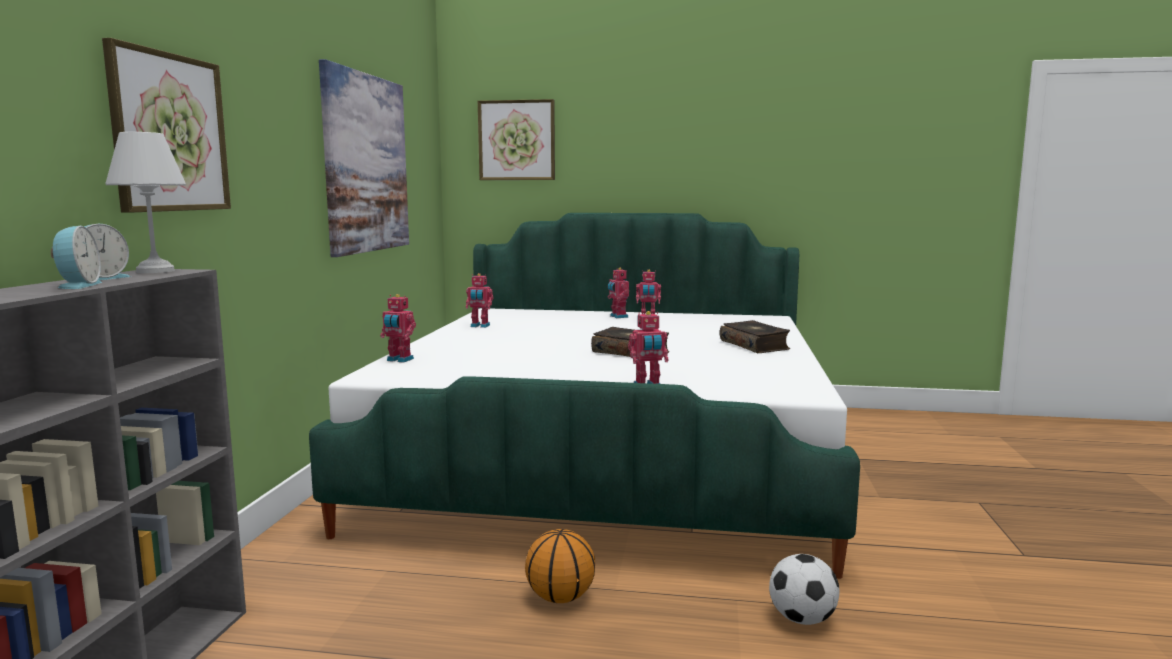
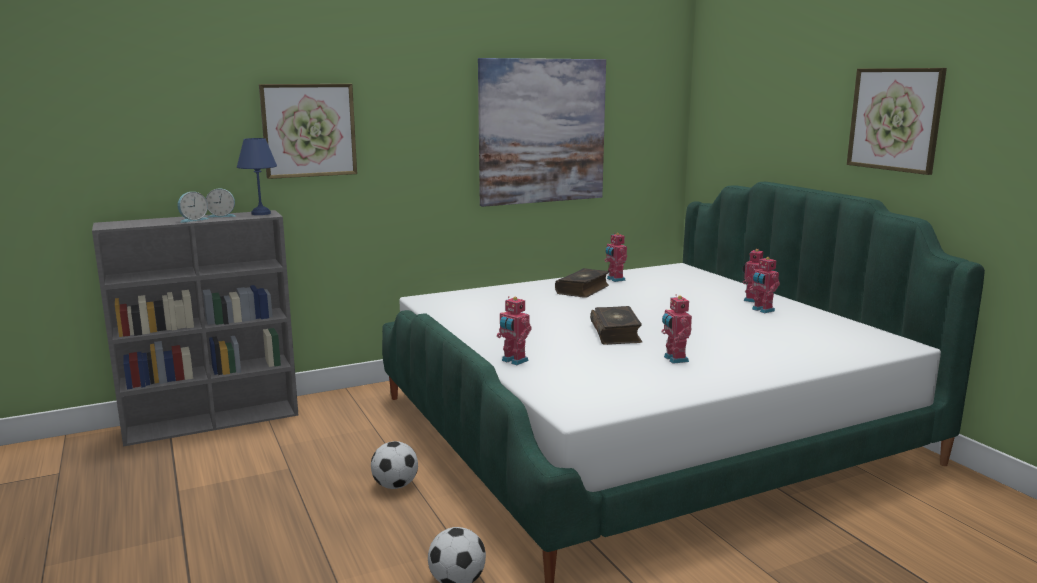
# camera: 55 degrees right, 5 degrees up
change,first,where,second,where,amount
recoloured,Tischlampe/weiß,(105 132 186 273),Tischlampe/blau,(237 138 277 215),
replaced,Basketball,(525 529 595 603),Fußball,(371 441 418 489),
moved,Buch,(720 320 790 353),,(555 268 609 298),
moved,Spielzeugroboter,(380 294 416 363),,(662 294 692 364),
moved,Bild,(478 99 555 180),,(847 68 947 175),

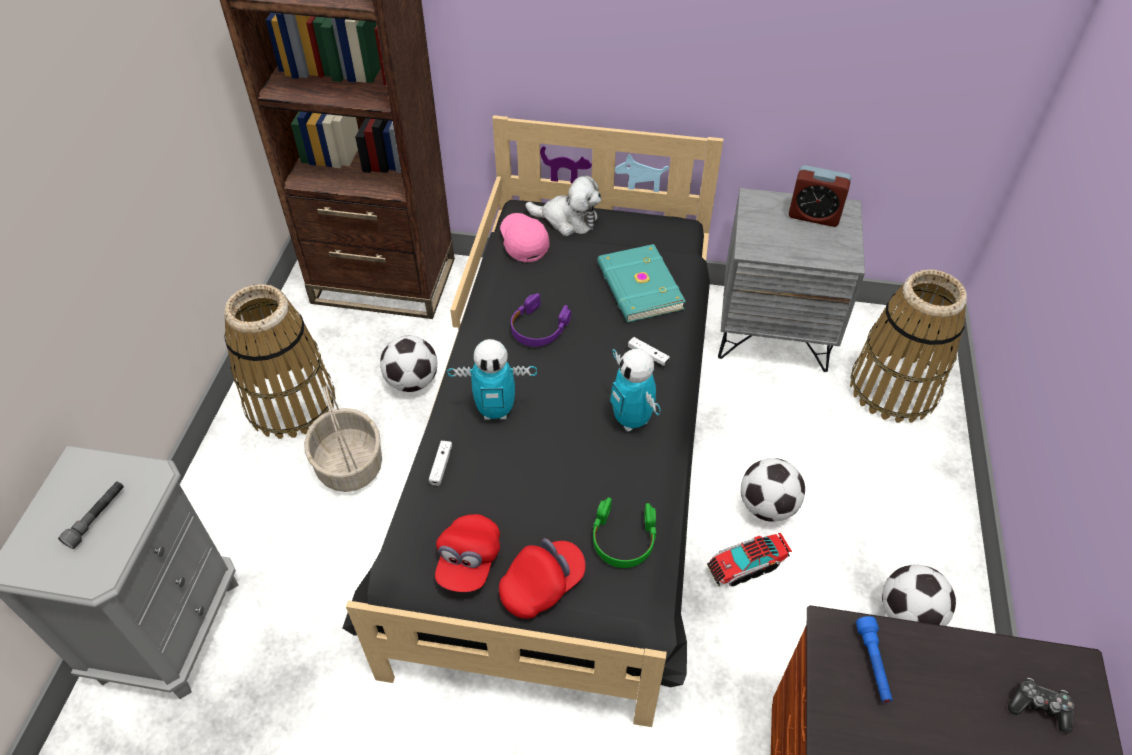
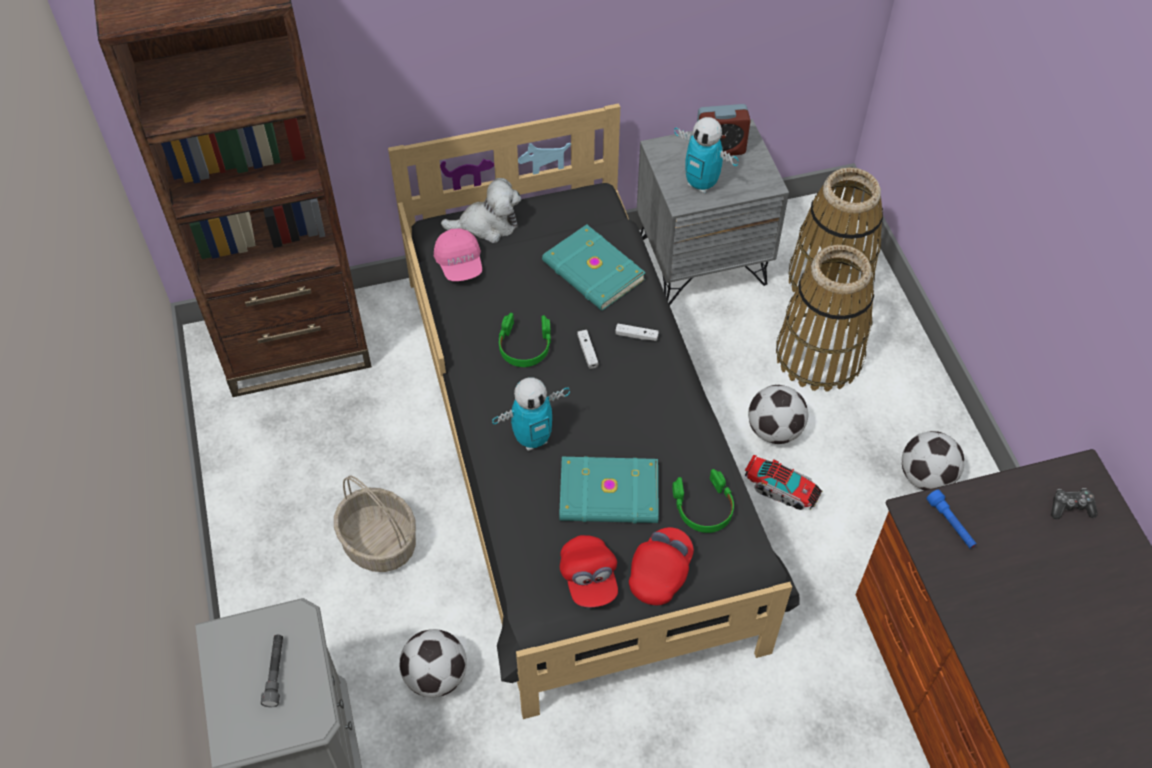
# camera: 25 degrees left, 5 degrees up
change,first,where,second,where,amount
moved,Fußball,(380 335 437 392),,(400 629 467 698),
turned,Kappe/rosa,(500 213 550 263),,(434 229 482 281),150 degrees counterclockwise
recoloured,Kopfhörer/lila,(511 293 571 347),Kopfhörer/grün,(498 313 551 367),
added,,,Buch/türkis,(559 457 659 523),
moved,Gamepad/weiß,(429 441 452 486),,(577 330 598 369),
moved,Spielzeugroboter,(610 349 660 432),,(674 117 739 194),
turned,Spielzeuglaster,(707 533 792 587),,(745 455 823 510),105 degrees counterclockwise
moved,Korb,(224 284 336 439),,(776 245 874 392),

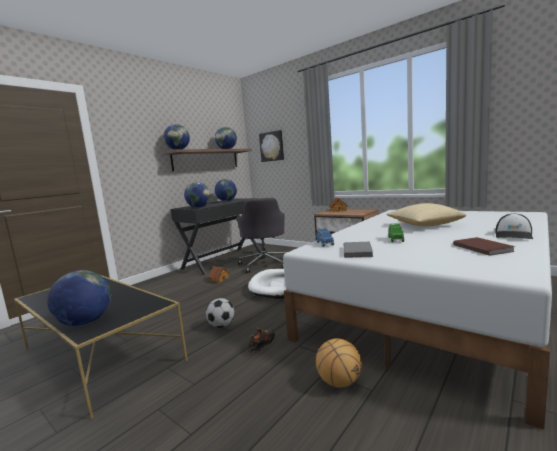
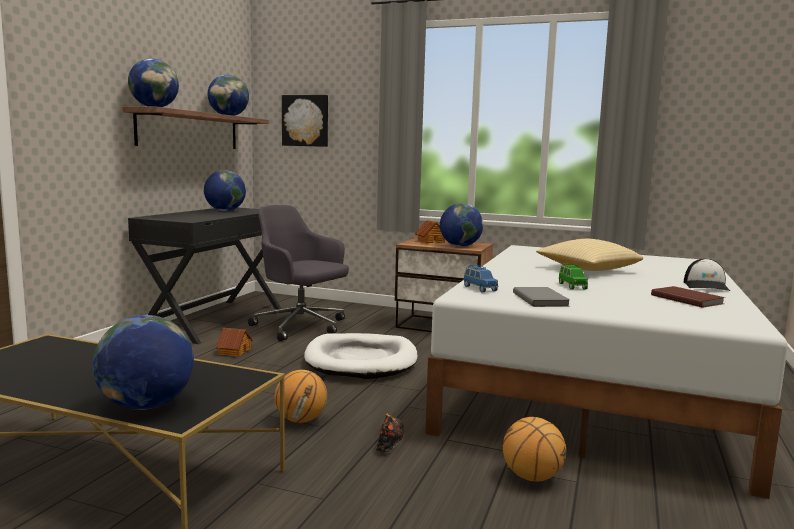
# camera: 20 degrees left, 0 degrees up
change,first,where,second,where,amount
turned,Bürostuhl/grau,(237 198 287 273),,(248 205 349 341),150 degrees clockwise
replaced,Fußball,(206 298 234 328),Basketball,(274 370 327 423),
moved,Globus,(184 182 210 208),,(440 203 483 247),

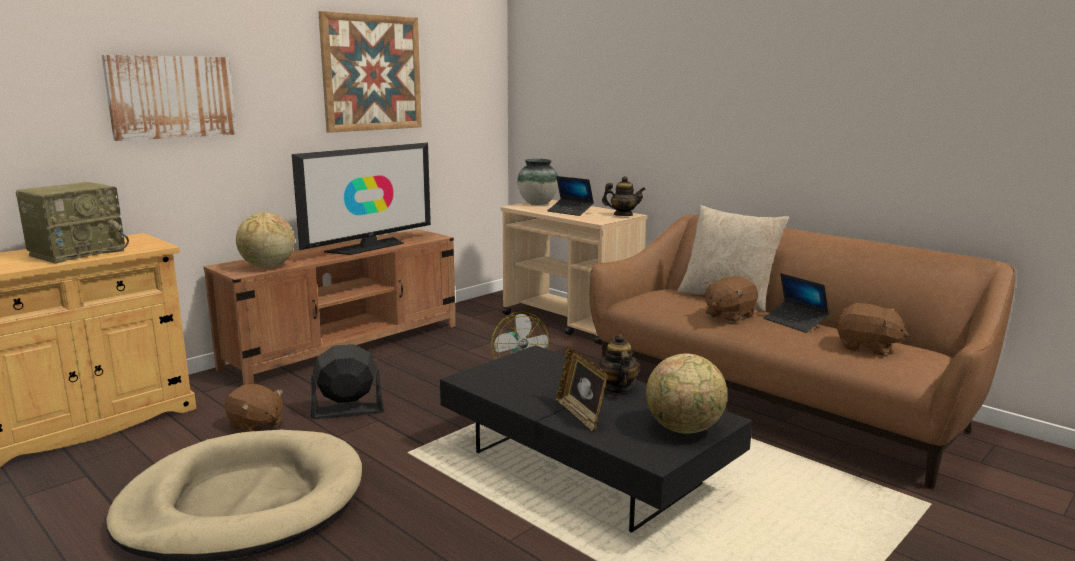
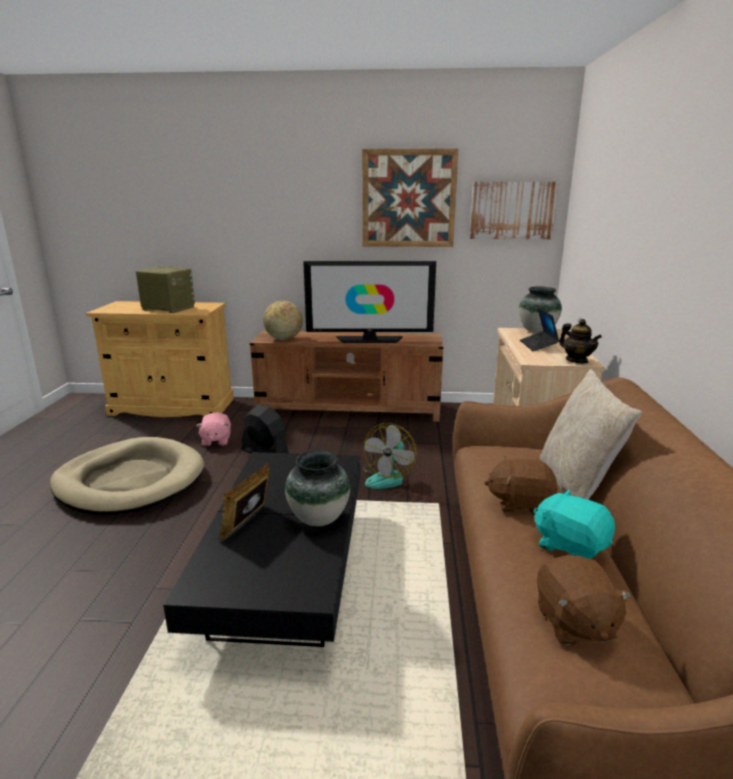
# camera: 50 degrees right, 5 degrees up
change,first,where,second,where,amount
turned,Radio,(16 182 129 264),,(136 266 195 313),150 degrees counterclockwise
recoloured,Plüschtier/braun,(224 384 283 432),Plüschtier/rosa,(196 412 231 446),
replaced,Teekanne,(598 334 640 394),Vase,(285 450 350 526),
moved,Bild,(102 55 237 141),,(470 182 559 239),
replaced,Laptop,(764 273 829 333),Plüschtier/türkis,(534 490 615 559),
removed,Globus,(646 354 727 434),,,

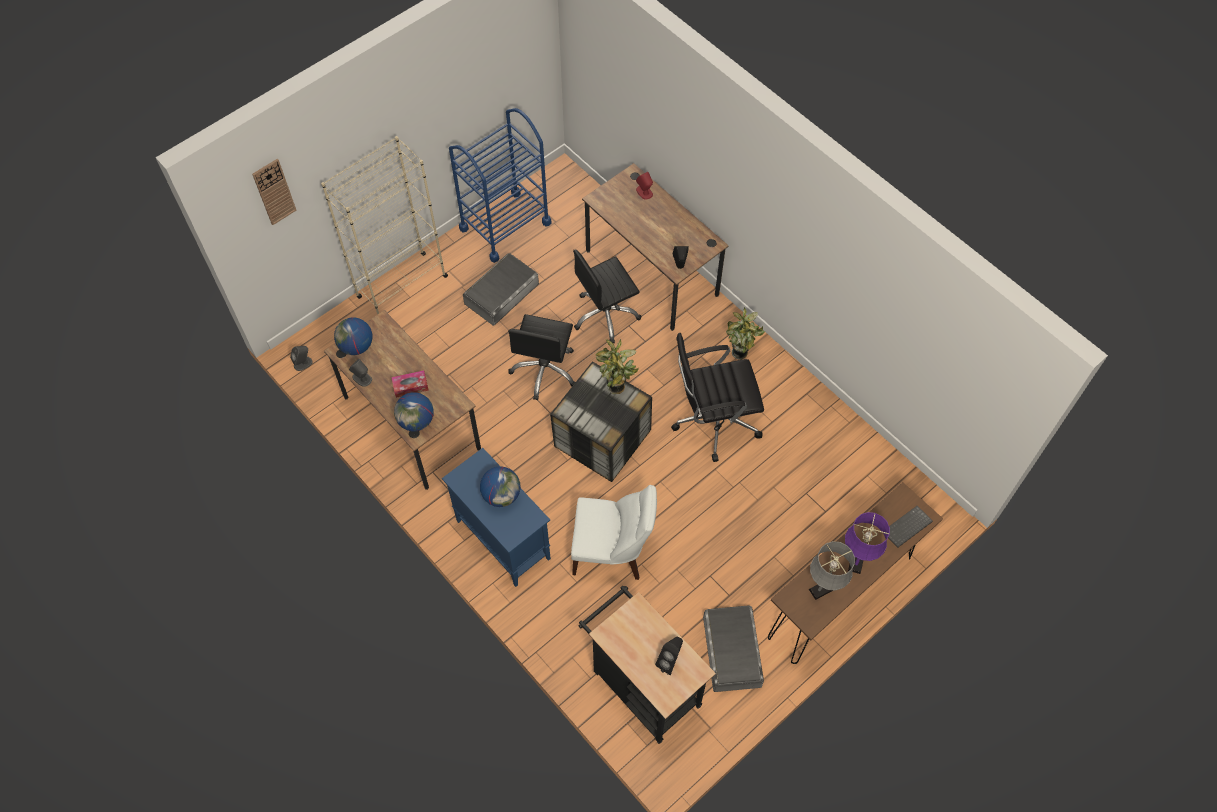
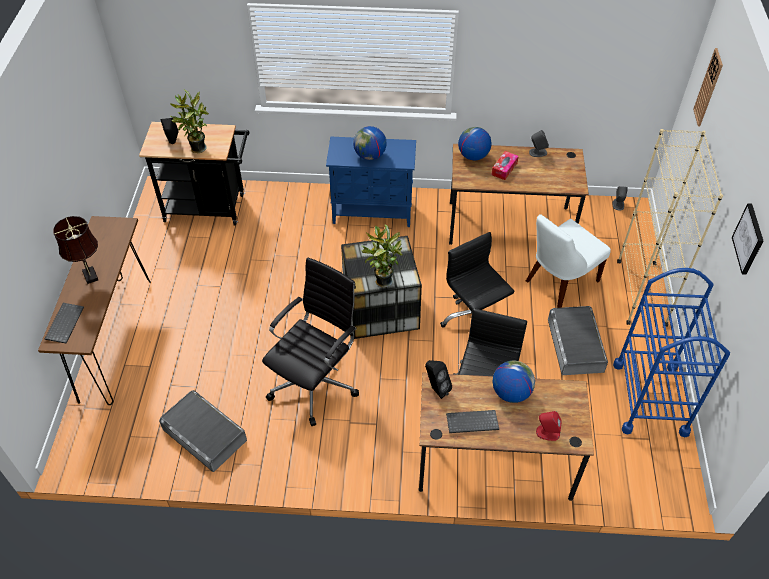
# camera: 135 degrees right, 10 degrees down
change,first,where,second,where,amount
recoloured,Tischlampe/lila,(845 512 890 574),Tischlampe/braun,(53 216 98 284),
moved,Aufbewahrungsbox/grau,(703 605 764 692),,(159 390 247 472),
moved,Topfpflanze,(726 307 765 360),,(169 89 209 153),
added,,,Tastatur,(446 410 499 433),
moved,Globus,(334 317 372 355),,(492 360 535 403),
moved,Stuhl/weiß,(571 485 657 580),,(526 214 611 308),
added,,,Bild,(732 203 763 275),
removed,Tischlampe/grau,(809 541 855 600),,,

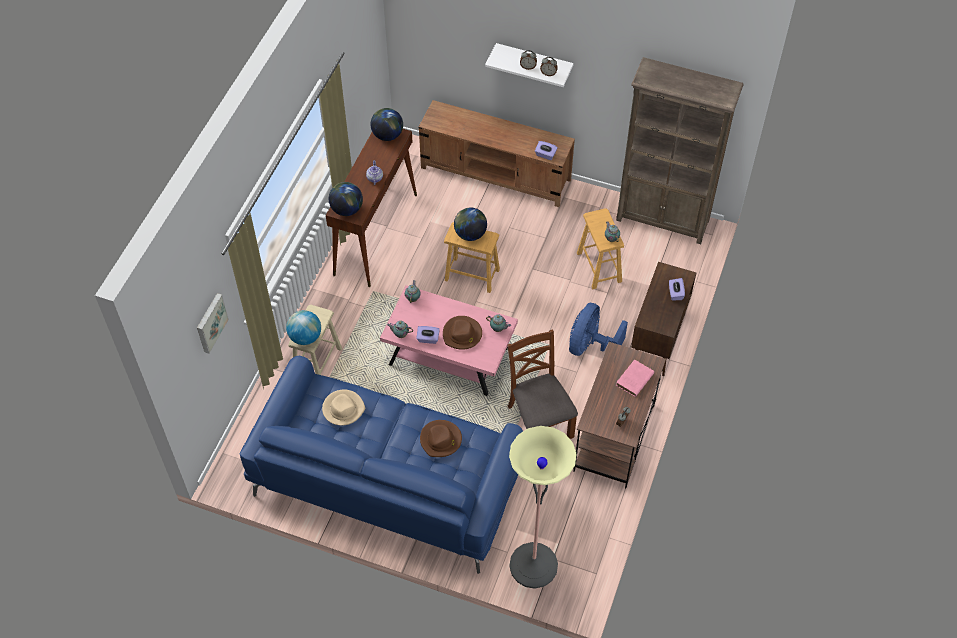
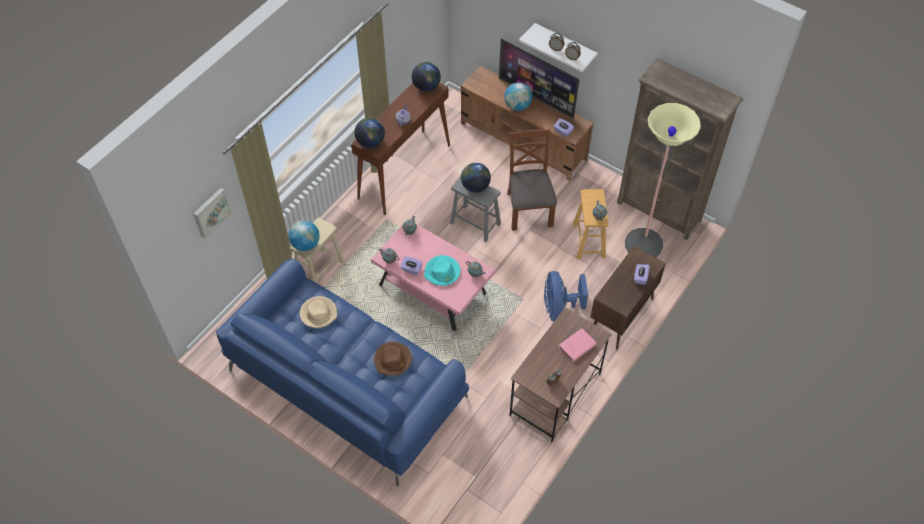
# camera: 15 degrees right, 0 degrees up
change,first,where,second,where,amount
recoloured,Hut/braun,(443 316 482 350),Hut/türkis,(424 255 460 286),
recoloured,Hocker/braun,(444 222 500 293),Hocker/grau,(450 176 501 242),
added,,,Fernseher,(499 38 580 119),
added,,,Globus,(504 82 532 111),
moved,Stuhl/braun,(507 330 578 439),,(507 129 557 231),
turned,Ventilator/blau,(569 303 628 356),,(544 271 588 321),45 degrees counterclockwise
moved,Stehlampe,(509 426 577 589),,(625 103 701 258),

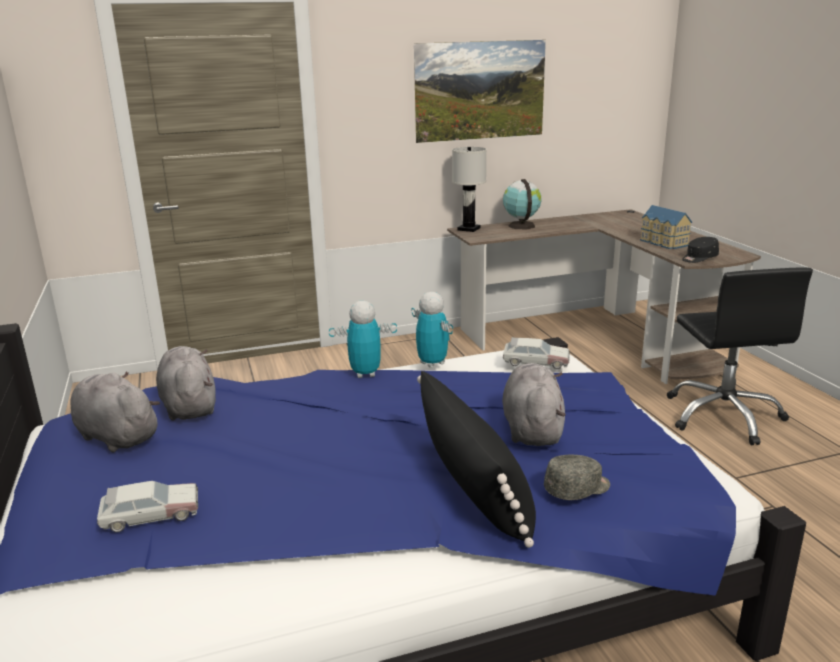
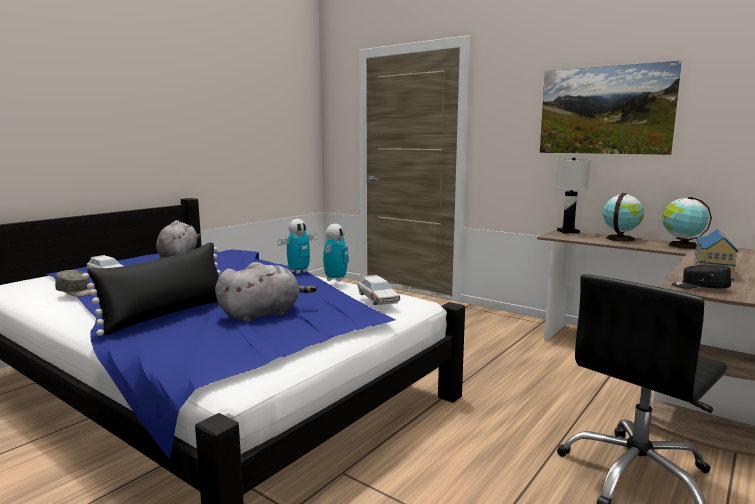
# camera: 55 degrees right, 10 degrees down
change,first,where,second,where,amount
moved,Kappe/grau,(544 455 610 500),,(55 270 91 297),
turned,Spielzeugroboter,(329 301 397 378),,(278 219 317 274),90 degrees clockwise
added,,,Globus,(662 197 712 249),
removed,Plüschtier/grau,(156 346 216 421),,,

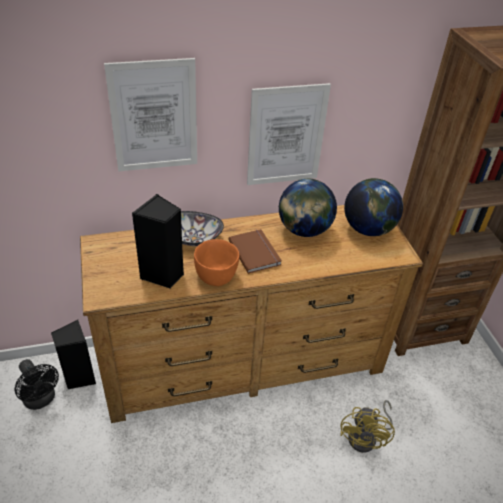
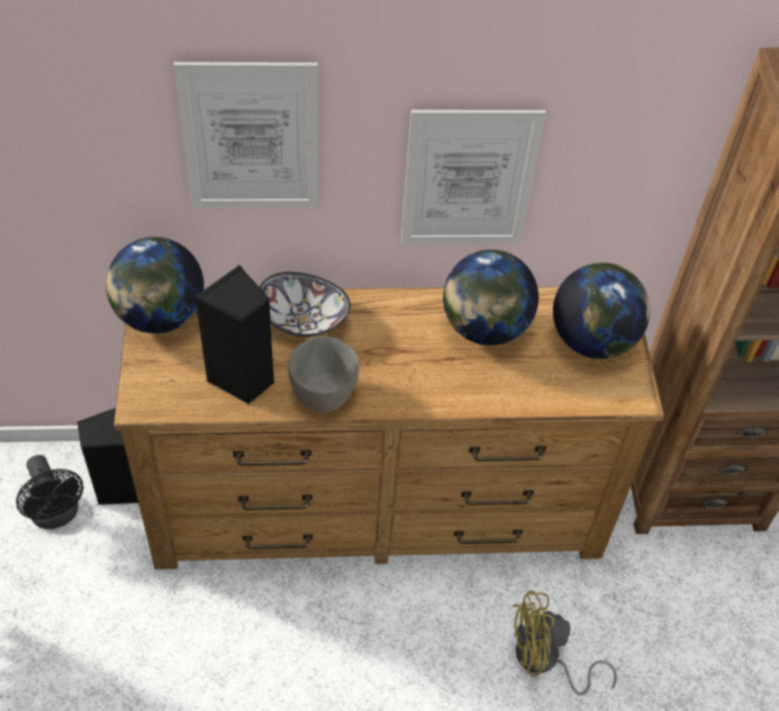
# camera: 10 degrees right, 10 degrees up
change,first,where,second,where,amount
added,,,Globus,(106 237 204 334),
recoloured,Schüssel/orange,(194 239 239 286),Schüssel/grau,(288 336 359 413),
turned,Ventilator/gelb,(340 400 395 453),,(513 591 617 696),60 degrees clockwise
removed,Buch/braun,(228 229 282 274),,,

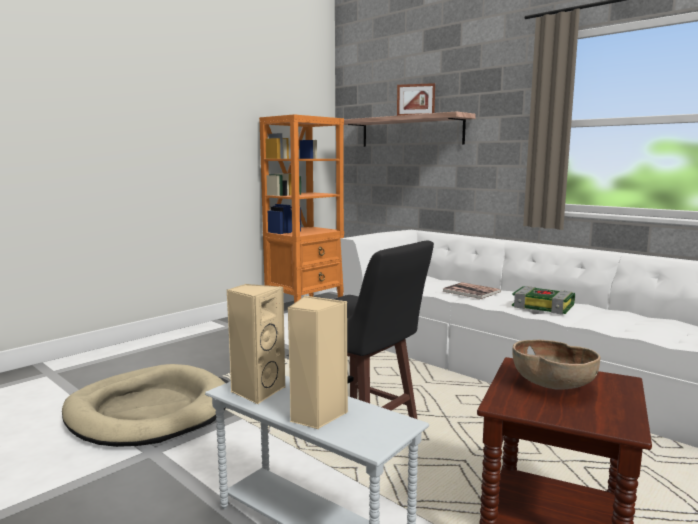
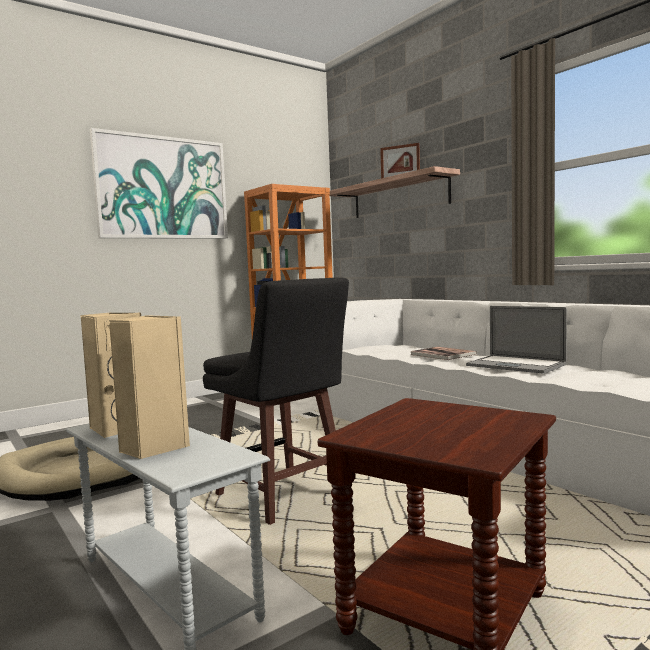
# camera: 10 degrees right, 5 degrees down
change,first,where,second,where,amount
added,,,Bild,(90 128 228 239),
replaced,Buch,(512 286 575 315),Laptop,(466 306 567 374),
removed,Schüssel/braun,(513 340 601 390),,,

